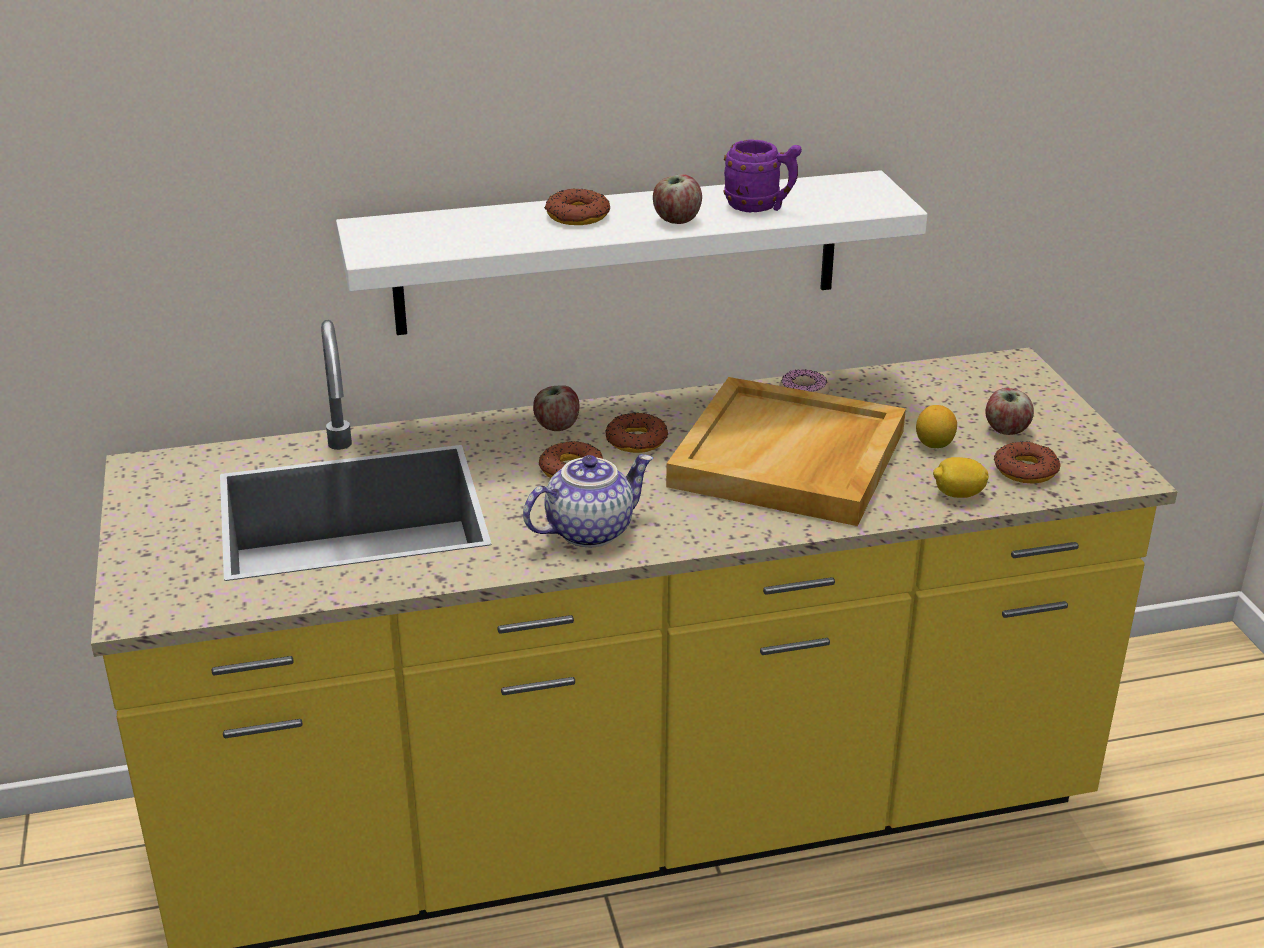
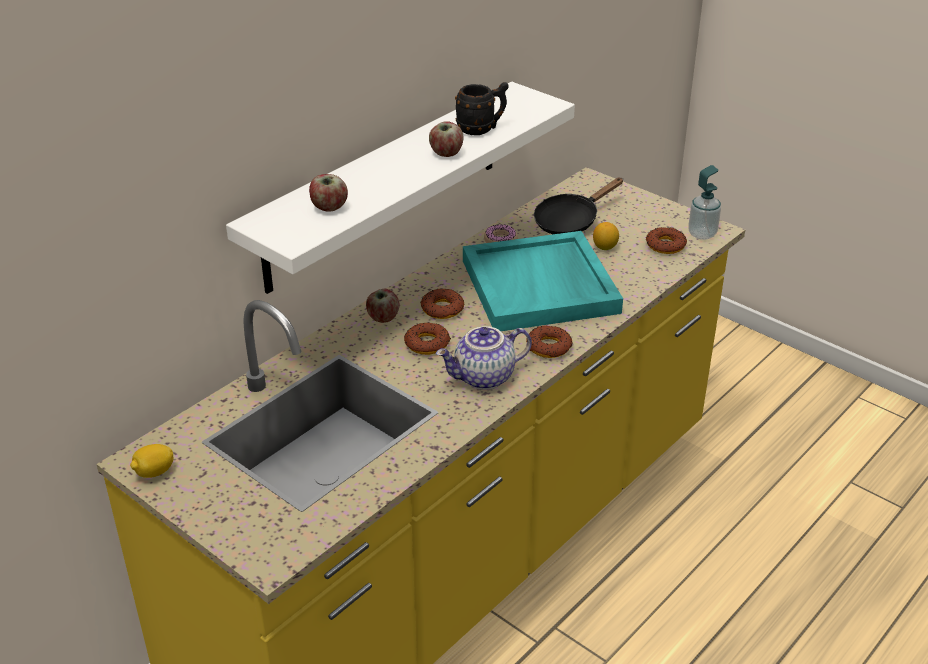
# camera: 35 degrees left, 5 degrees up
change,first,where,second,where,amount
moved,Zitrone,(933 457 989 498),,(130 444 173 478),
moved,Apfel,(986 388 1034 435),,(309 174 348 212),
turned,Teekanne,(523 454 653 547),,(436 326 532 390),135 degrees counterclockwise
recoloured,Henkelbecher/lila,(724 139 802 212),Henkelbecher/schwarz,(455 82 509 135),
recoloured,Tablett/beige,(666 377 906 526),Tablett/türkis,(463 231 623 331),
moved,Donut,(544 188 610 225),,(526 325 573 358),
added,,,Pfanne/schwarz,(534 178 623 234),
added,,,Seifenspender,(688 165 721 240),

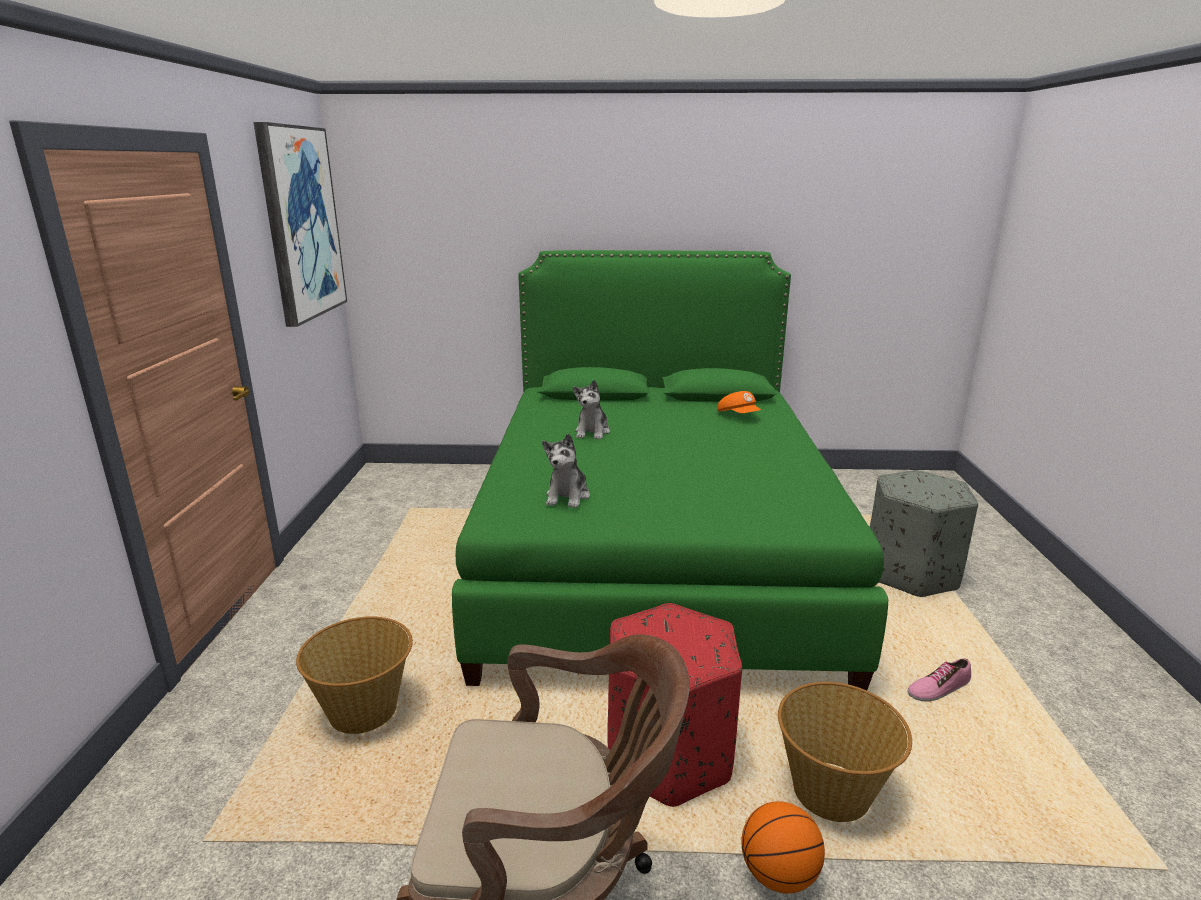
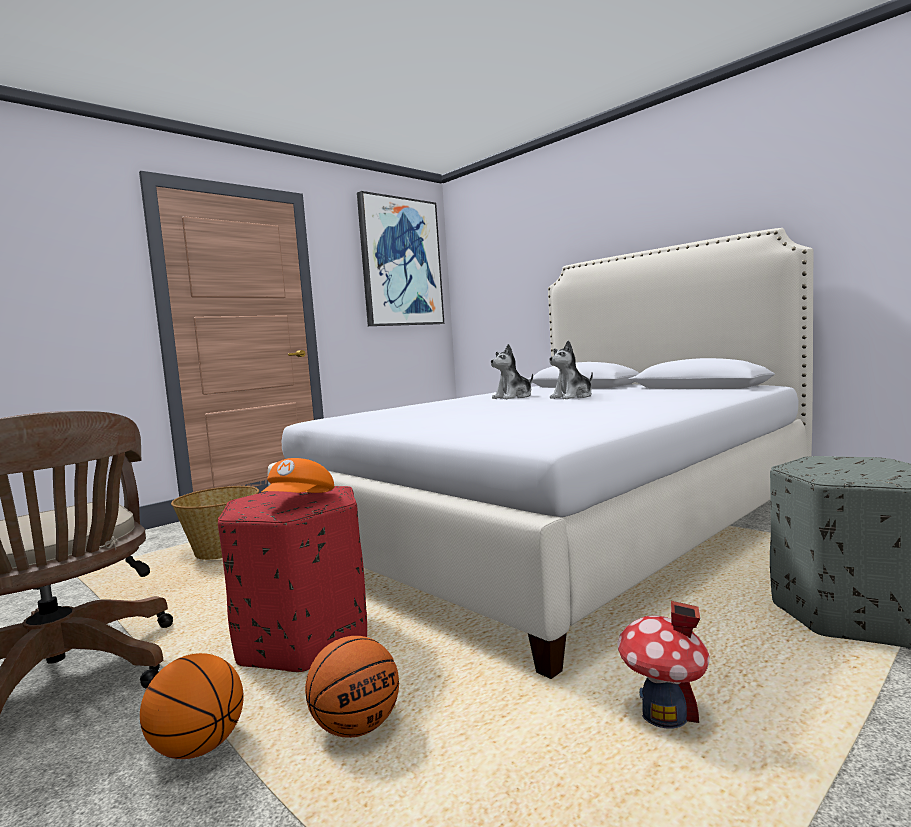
# camera: 45 degrees right, 15 degrees down
change,first,where,second,where,amount
moved,Kappe/orange,(717 391 761 413),,(261 458 334 493),
recoloured,Bett/grün,(452 250 888 690),Bett/weiß,(268 228 814 679),
replaced,Korb,(778 682 912 822),Basketball,(305 636 399 738),
moved,Plüschtier,(542 434 590 508),,(549 340 593 399),
replaced,Schuh,(908 658 971 701),Spielzeughaus,(617 601 709 729),

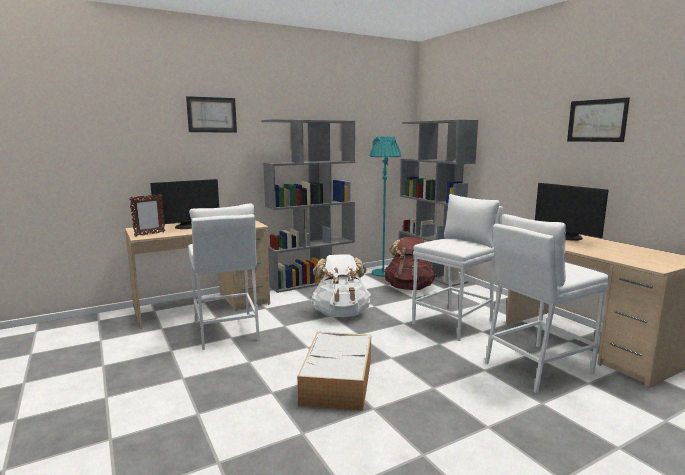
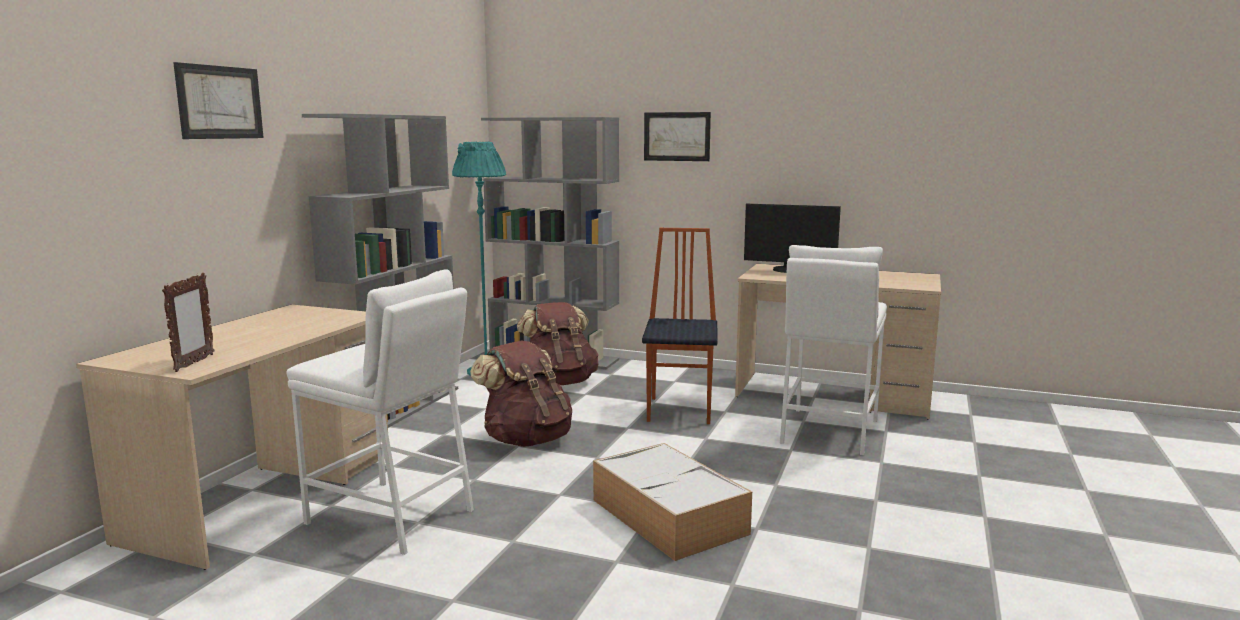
# camera: 40 degrees left, 0 degrees up
change,first,where,second,where,amount
recoloured,Rucksack/weiß,(311 255 371 317),Rucksack/braun,(470 340 572 447),
replaced,Hocker/weiß,(412 194 503 341),Stuhl,(642 228 717 424),
moved,Bild,(567 97 630 142),,(644 112 711 161),
removed,Monitor,(150 179 219 229),,,

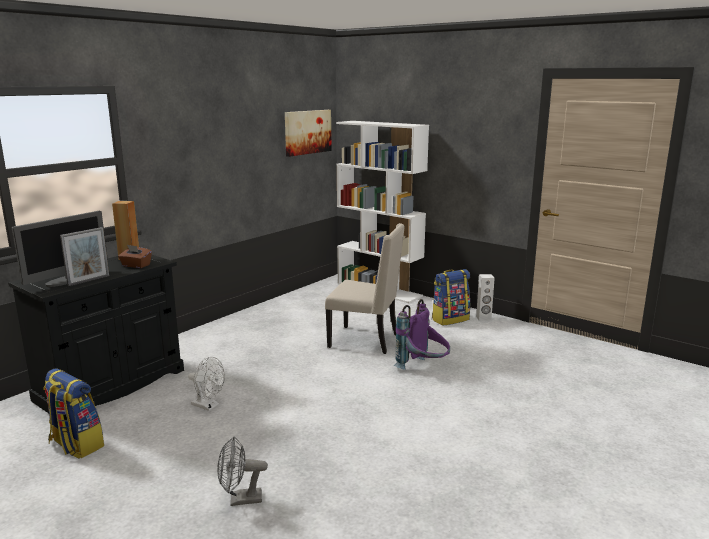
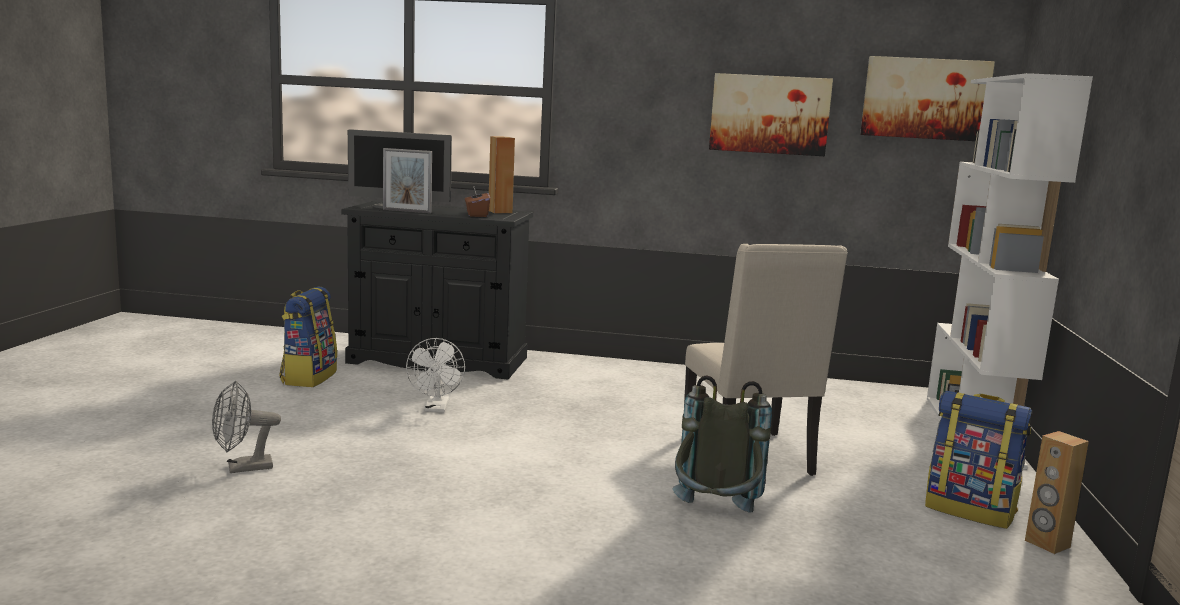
# camera: 60 degrees right, 5 degrees down
change,first,where,second,where,amount
turned,Ventilator/grau,(217 436 268 506),,(212 381 281 473),75 degrees counterclockwise
recoloured,Rucksack/lila,(394 299 450 370),Rucksack/grau,(672 375 772 513),
added,,,Bild,(709 73 833 156),
recoloured,Lautsprecher/weiß,(476 274 495 321),Lautsprecher/braun,(1025 431 1089 554),

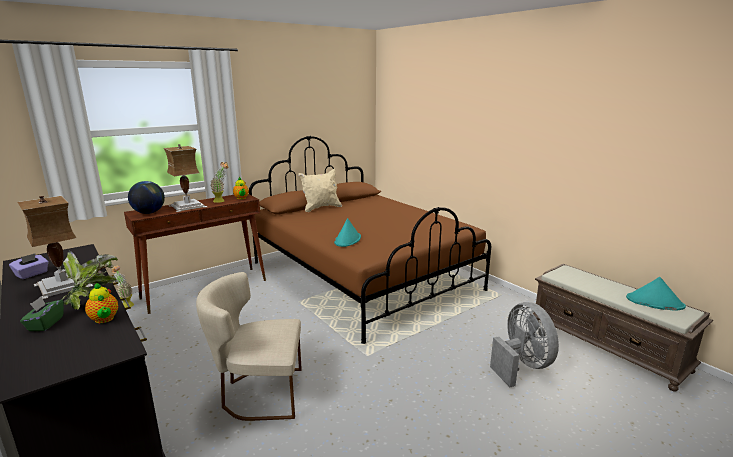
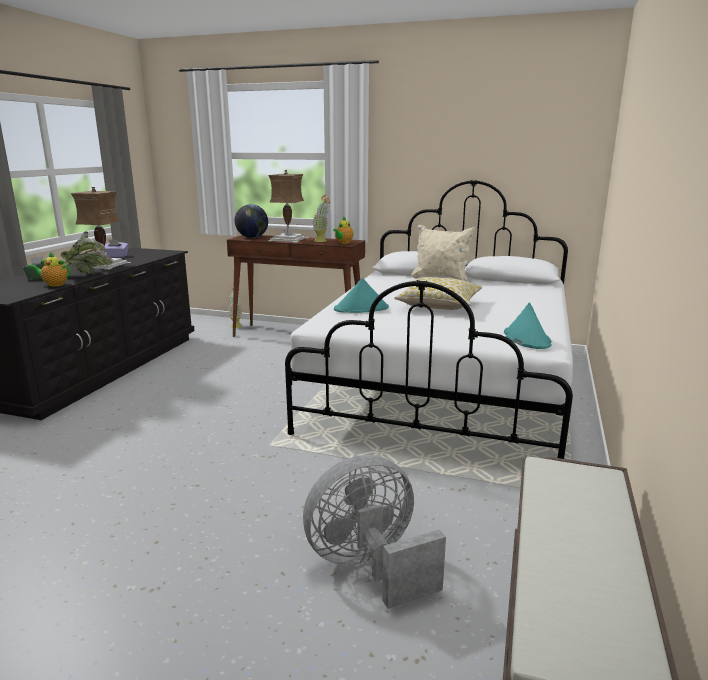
# camera: 55 degrees right, 0 degrees up
change,first,where,second,where,amount
turned,Teekanne,(85 283 118 323),,(28 252 71 287),75 degrees clockwise
recoloured,Bett/braun,(249 136 491 344),Bett/weiß,(285 180 573 459),
turned,Ventilator/grau,(490 302 559 387),,(303 455 446 609),150 degrees counterclockwise
added,,,Kissen,(394 277 482 310),
moved,Hut/türkis,(626 277 686 311),,(504 302 552 349),
removed,Stuhl/beige,(196 272 302 421),,,

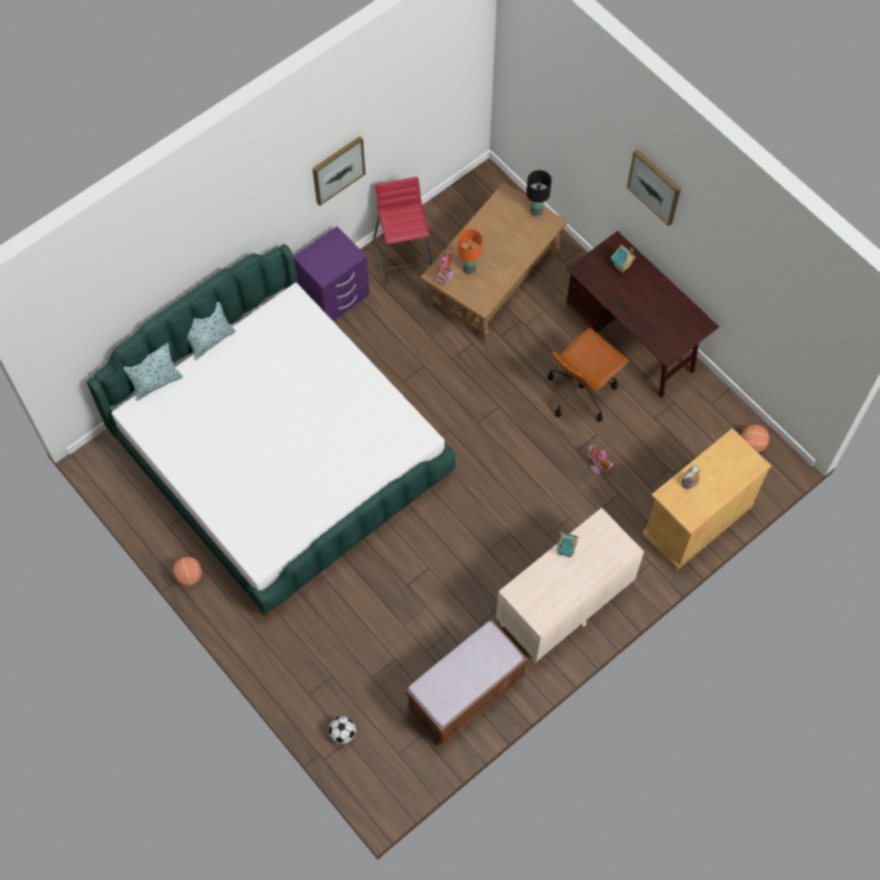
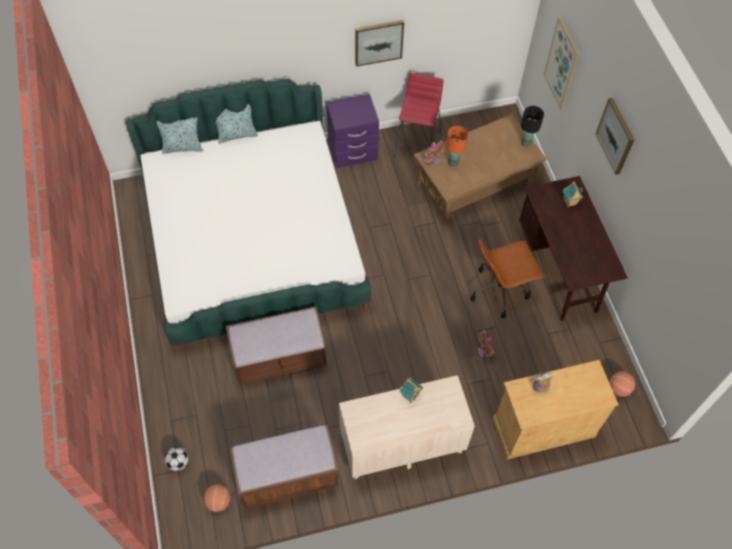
# camera: 25 degrees right, 5 degrees down
change,first,where,second,where,amount
moved,Basketball,(173 557 202 586),,(203 484 230 512),
added,,,Bank/braun,(226 306 328 385),
added,,,Bild,(544 18 579 109),

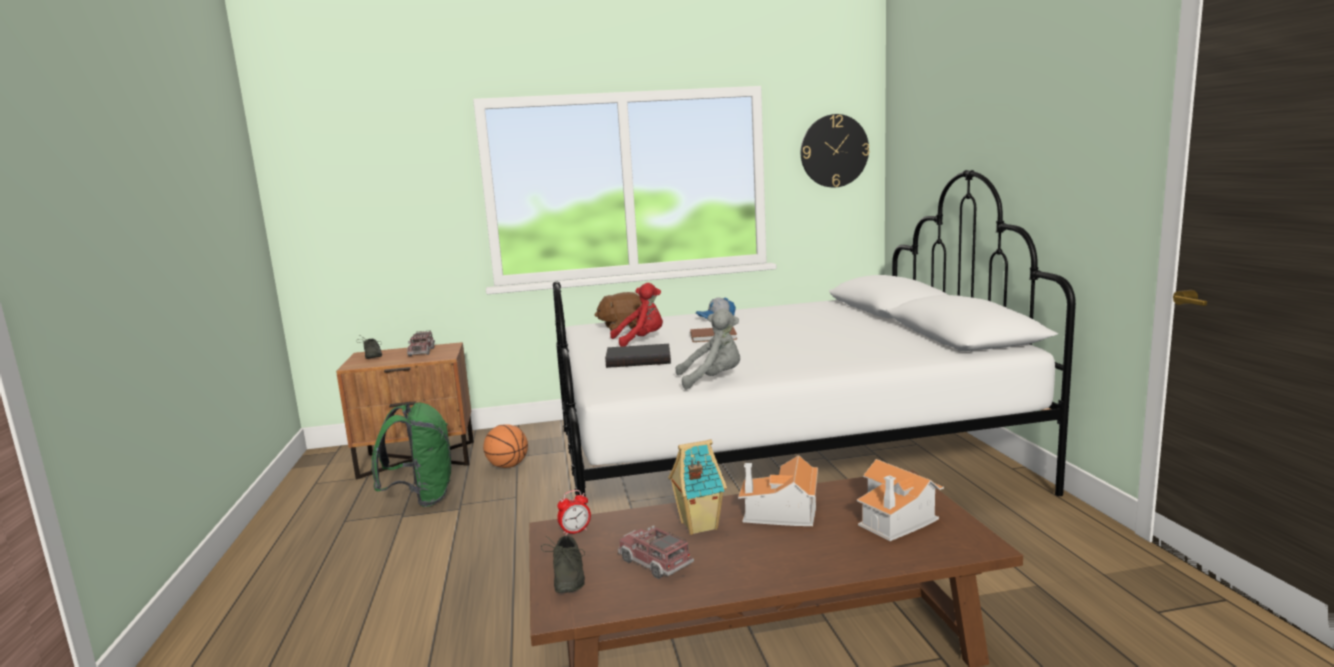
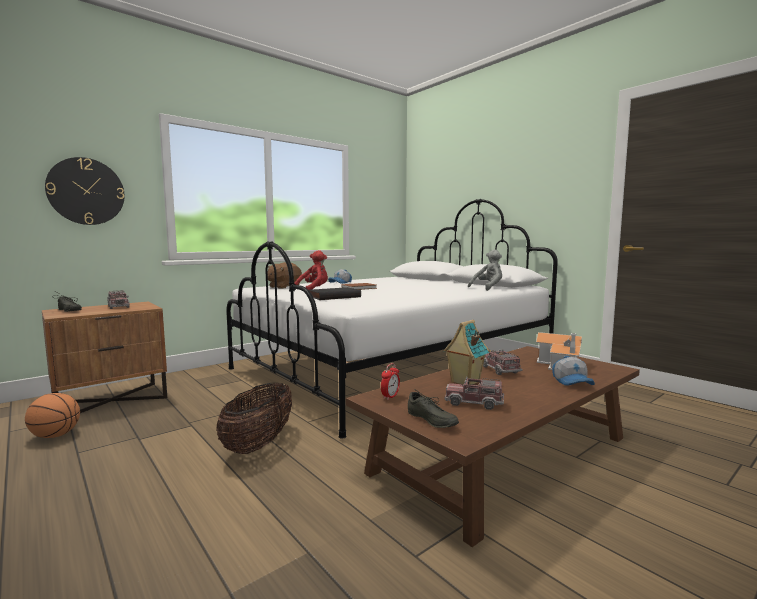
# camera: 30 degrees left, 5 degrees down
change,first,where,second,where,amount
moved,Basketball,(483 424 528 468),,(25 393 80 438),
moved,Wanduhr,(801 114 870 187),,(45 157 125 225),
added,,,Korb,(216 383 292 454),
moved,Plüschtier/grau,(675 308 741 390),,(468 250 502 291),
replaced,Spielzeughaus,(738 455 818 526),Spielzeuglaster,(483 350 522 375),
added,,,Kappe,(552 356 595 385),
removed,Rucksack/grün,(372 402 451 507),,,

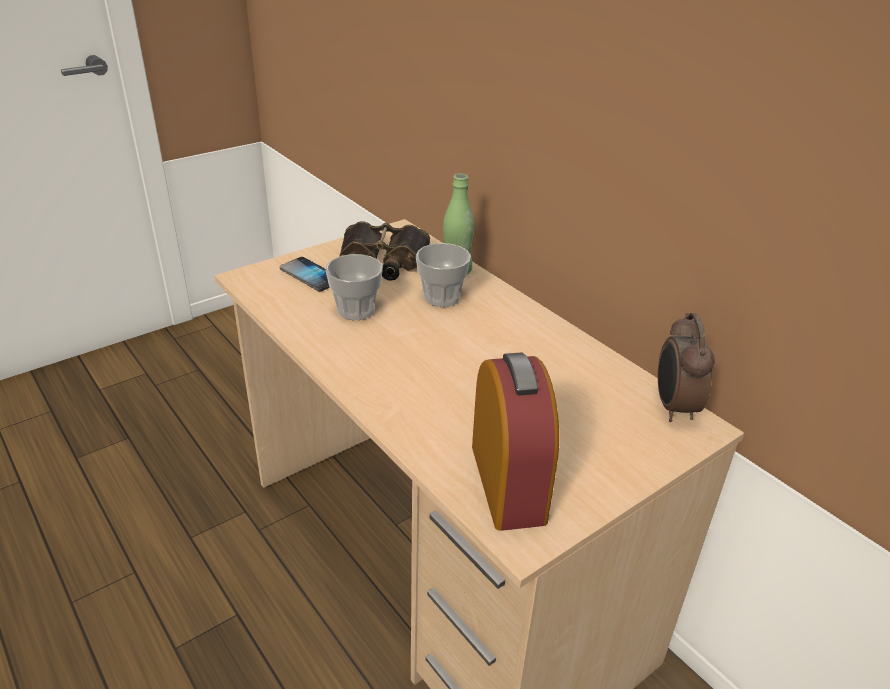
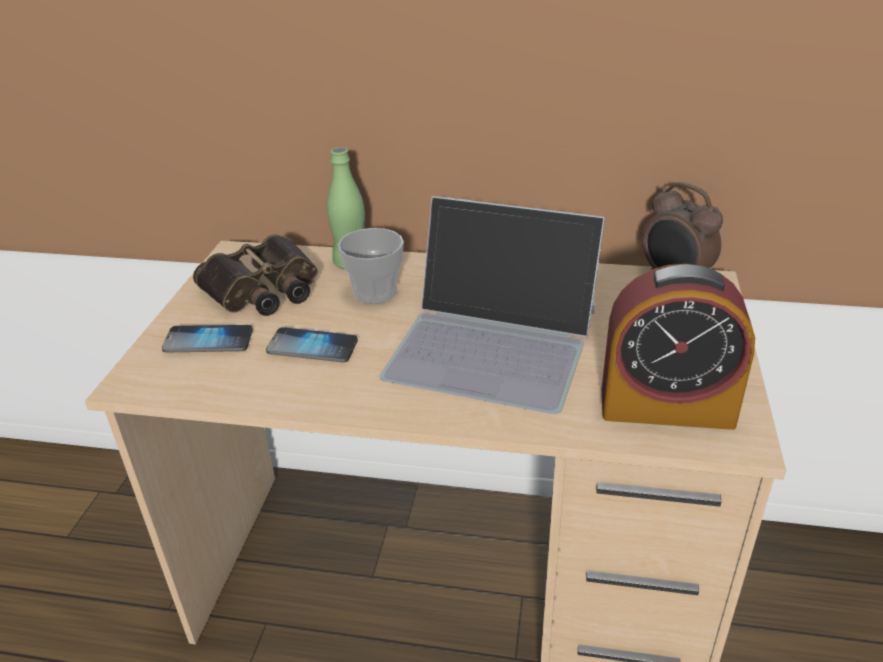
# camera: 40 degrees left, 0 degrees up
change,first,where,second,where,amount
replaced,Tasse,(326 254 383 320),Handy,(266 327 358 362),
added,,,Laptop,(379 196 605 414),
turned,Wecker,(472 352 559 531),,(602 264 755 430),150 degrees clockwise

